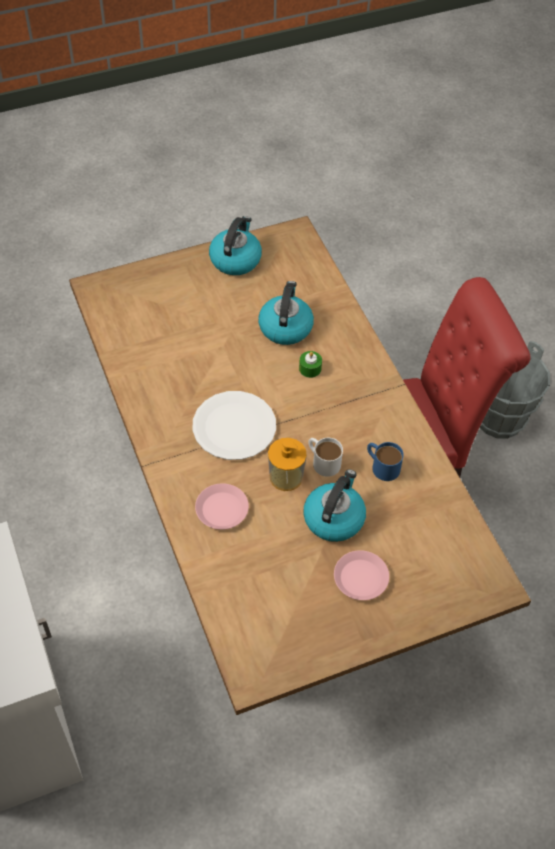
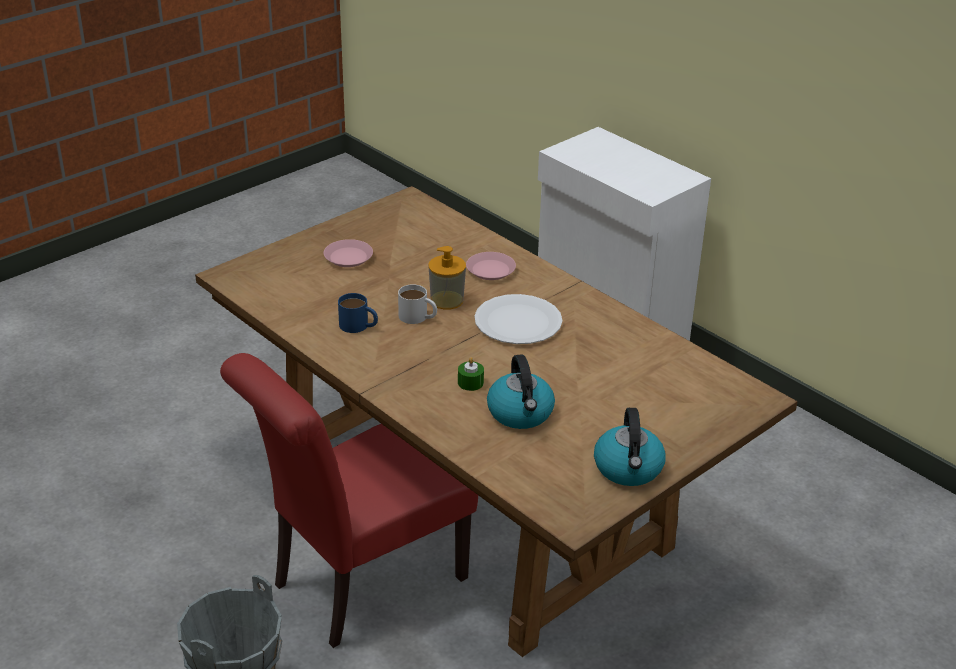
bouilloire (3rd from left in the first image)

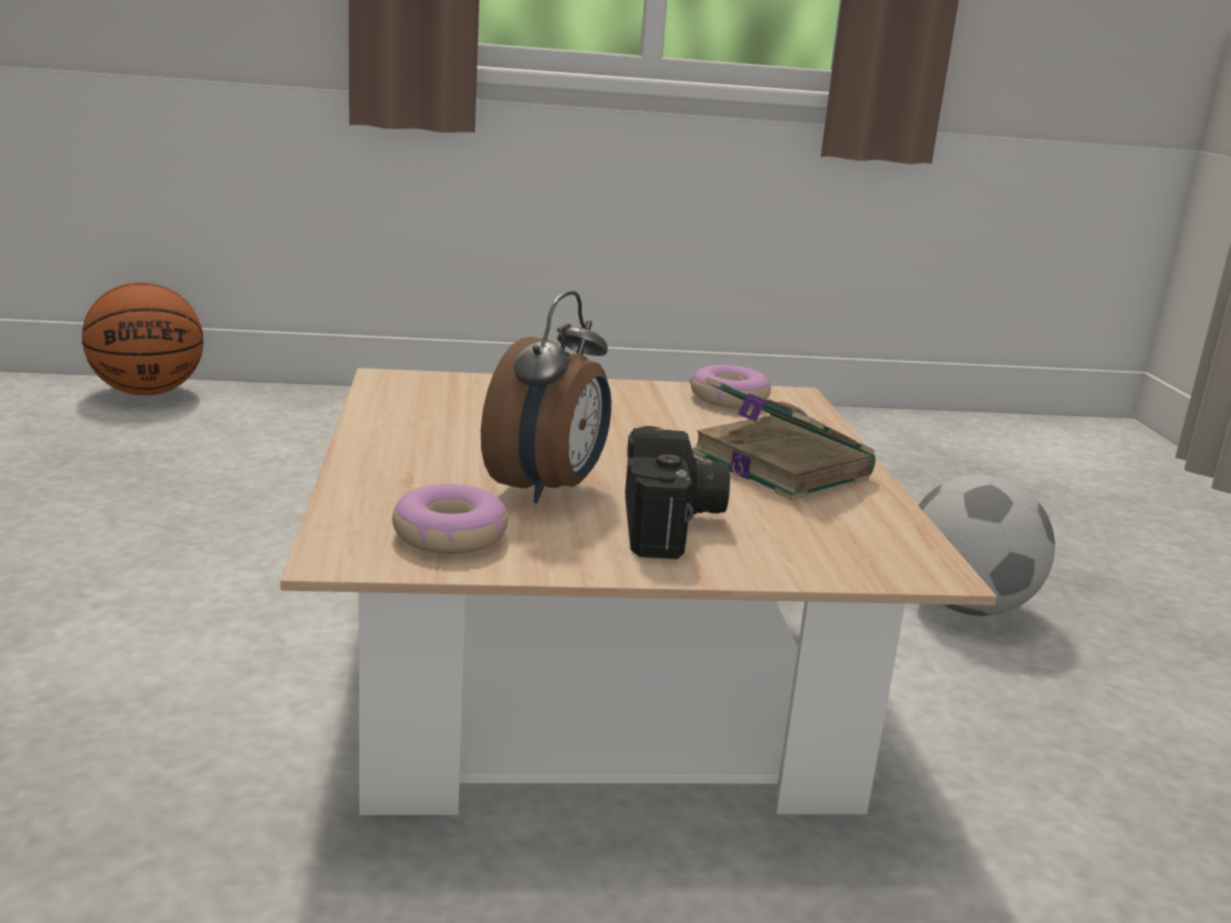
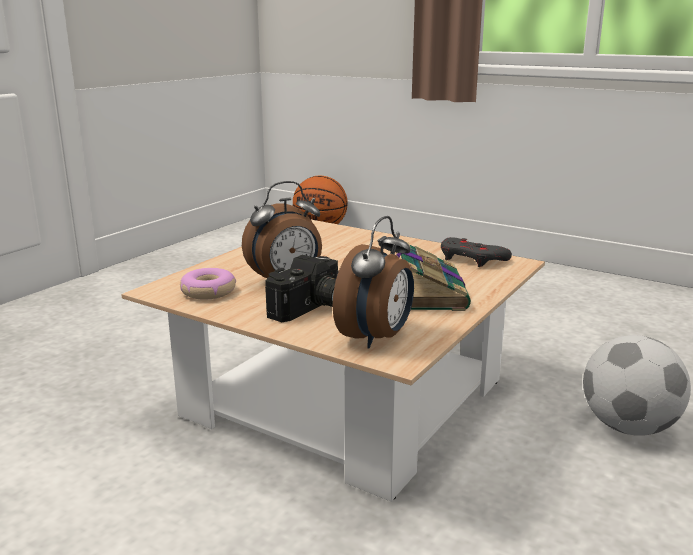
manette (gris)
réveil (2nd from left)

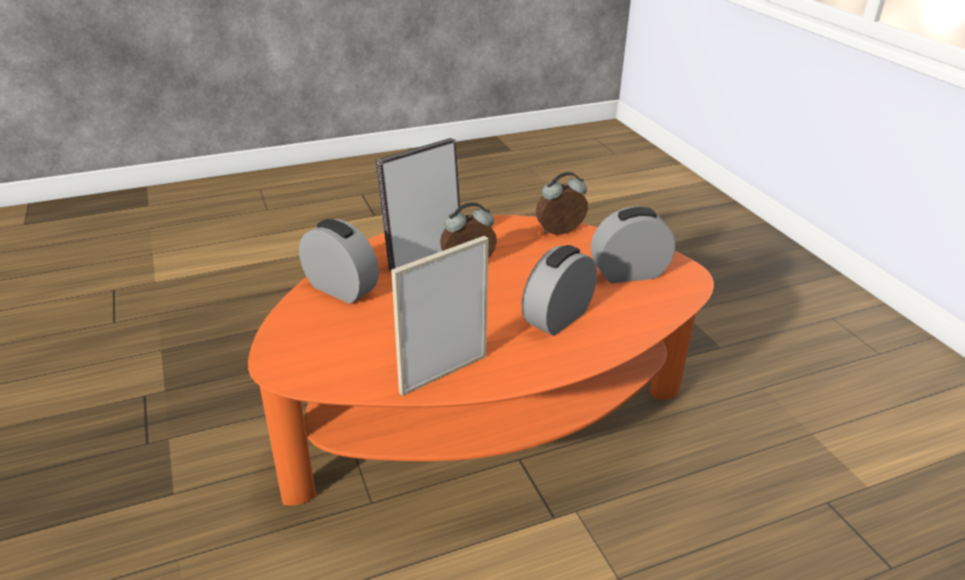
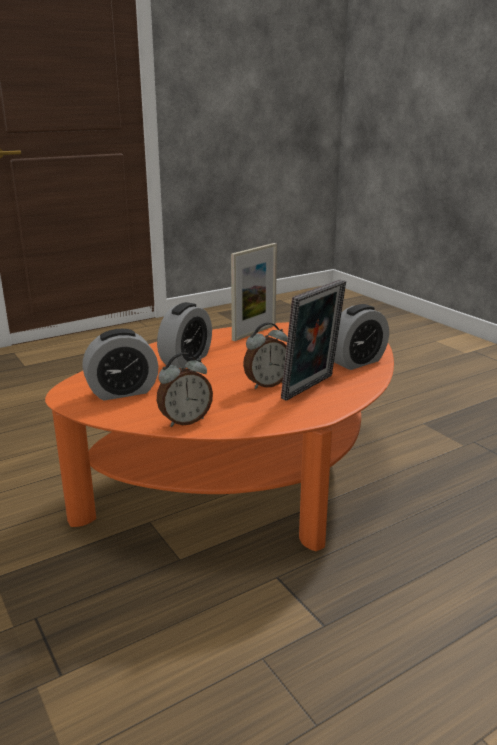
réveil (5th from left)

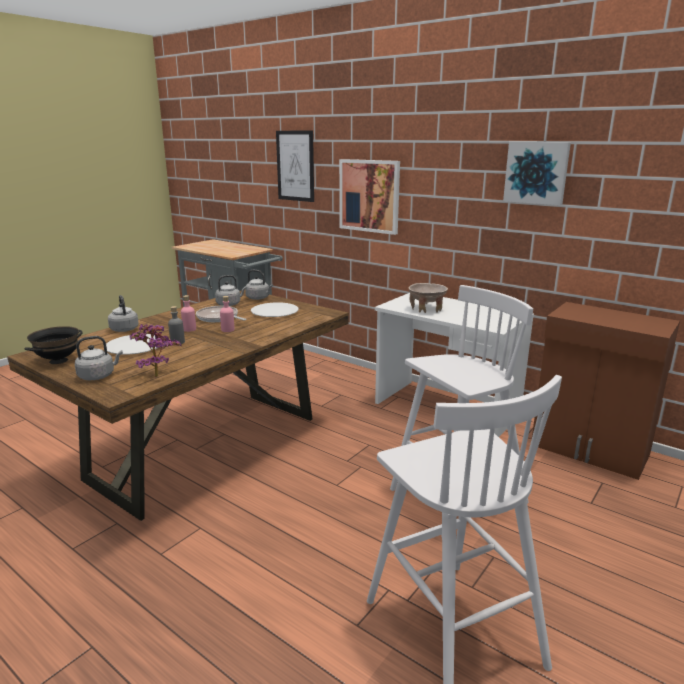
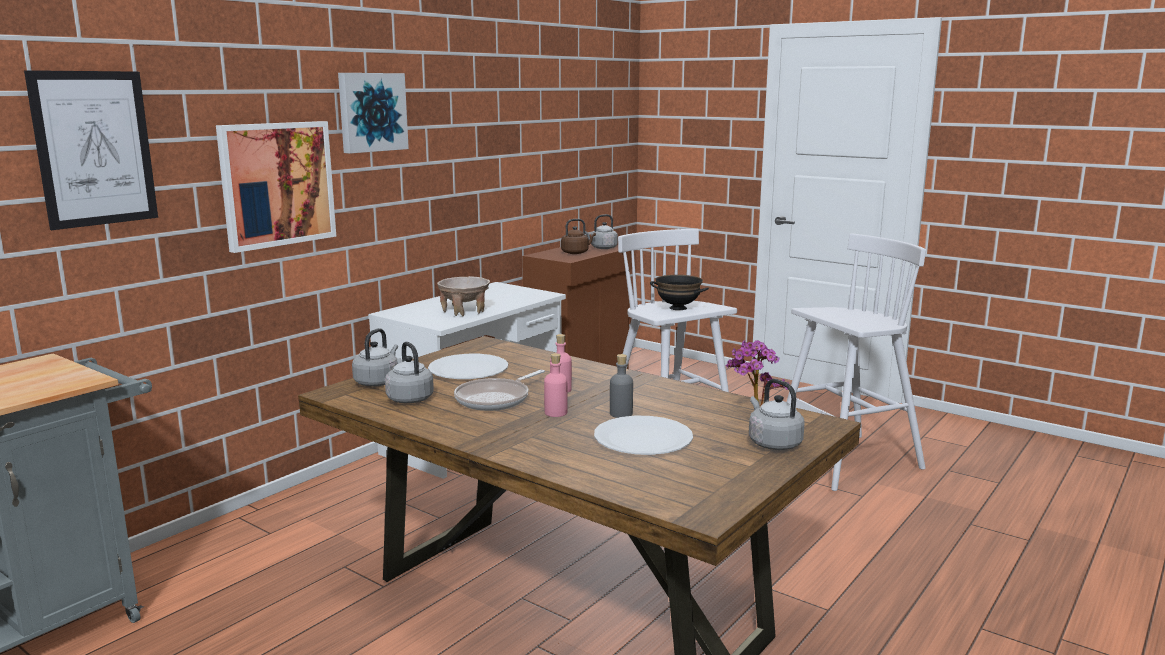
tableau (3rd from left)
bouilloire (gris) (3rd from left)
bol (noir)
bouilloire (marron)

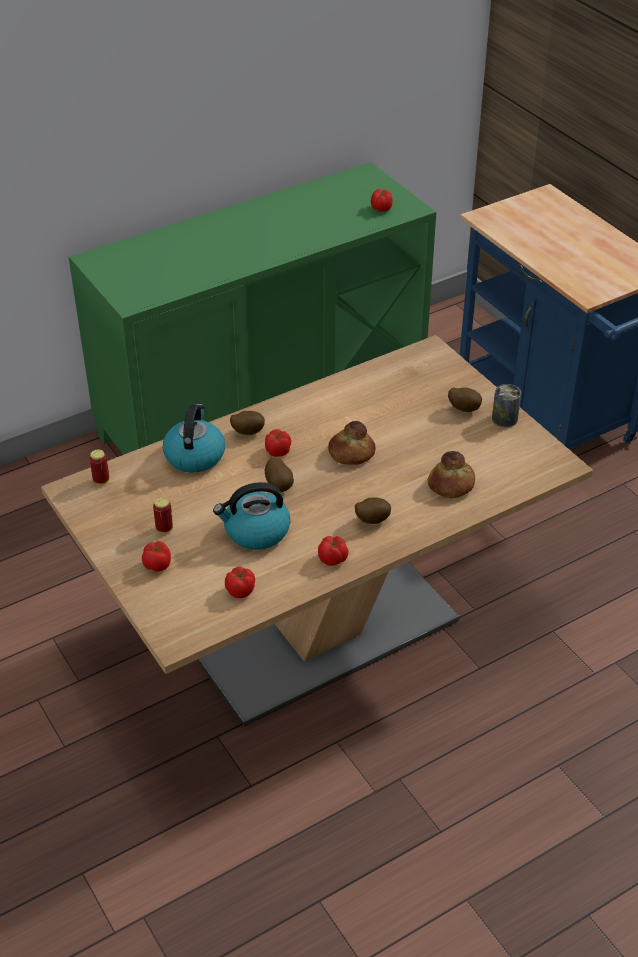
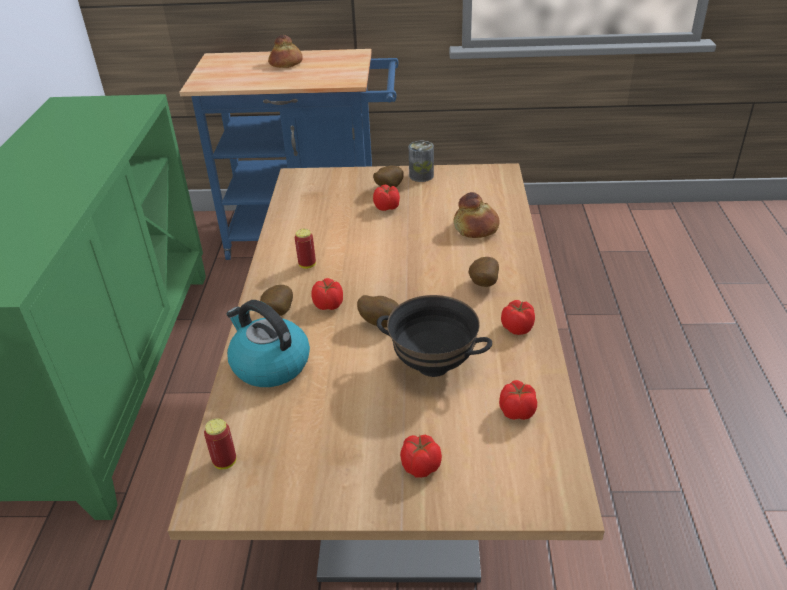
tomate (2nd from left)
pain (1st from left)
bol (noir)
boîte métallique (2nd from left)

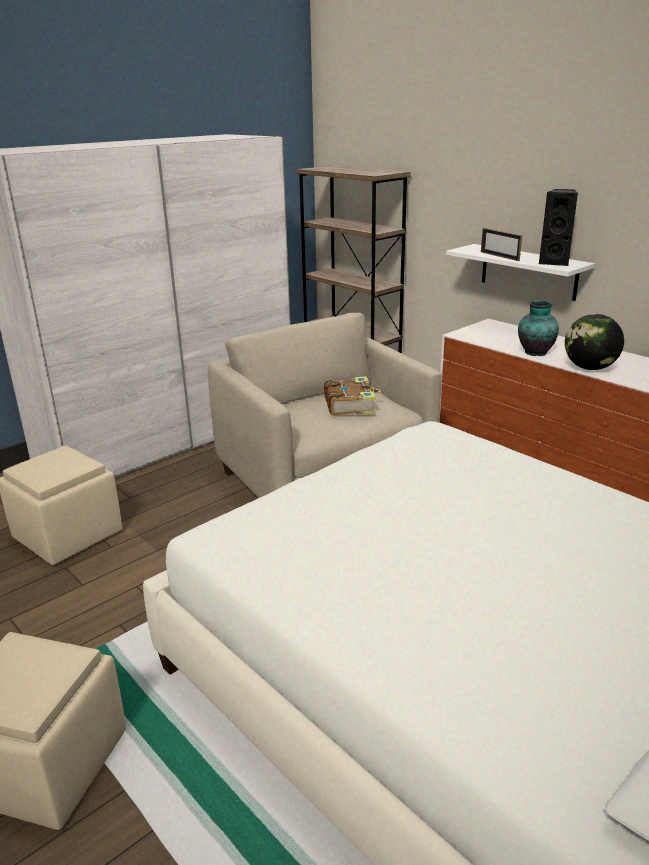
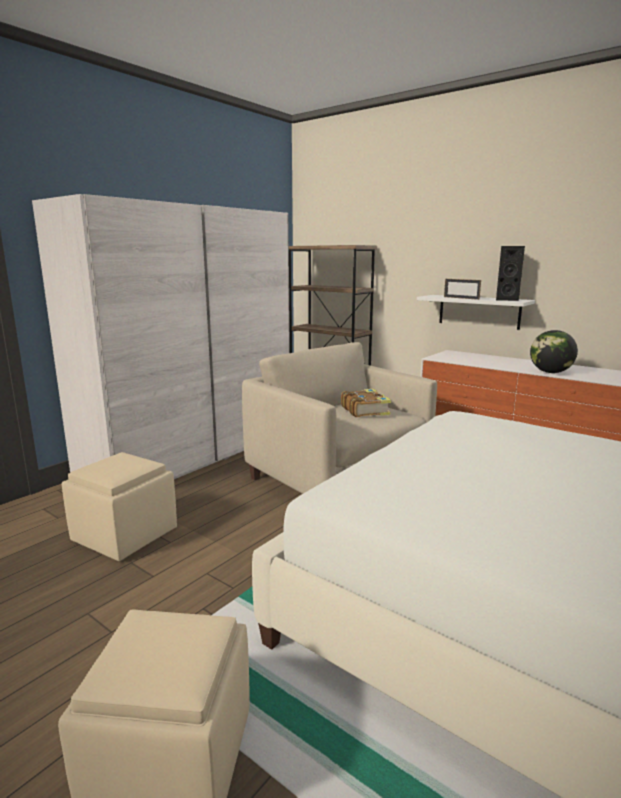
vase

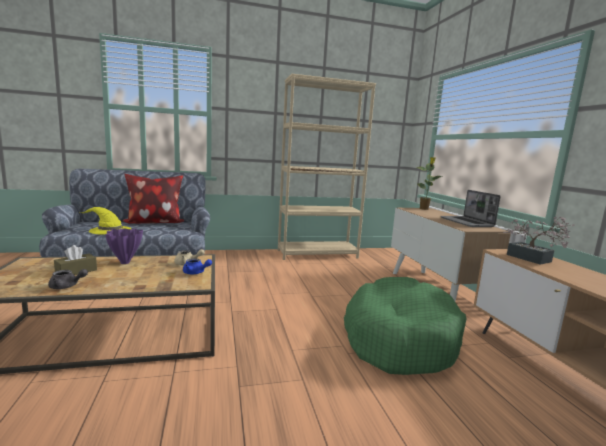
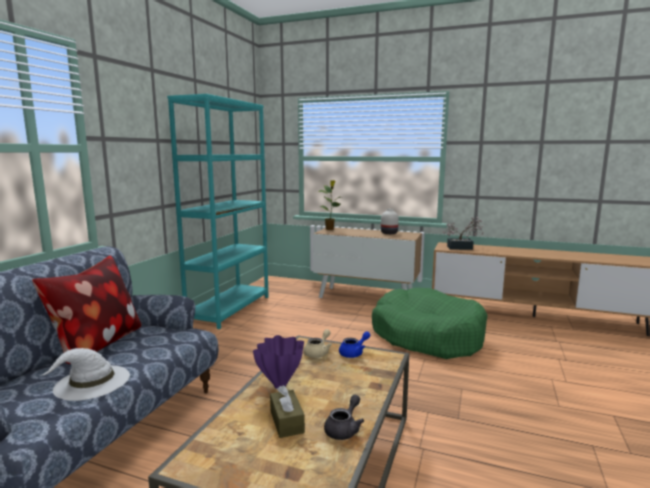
bibliothèque (turquoise)
vase (blanc)
chapeau (blanc)

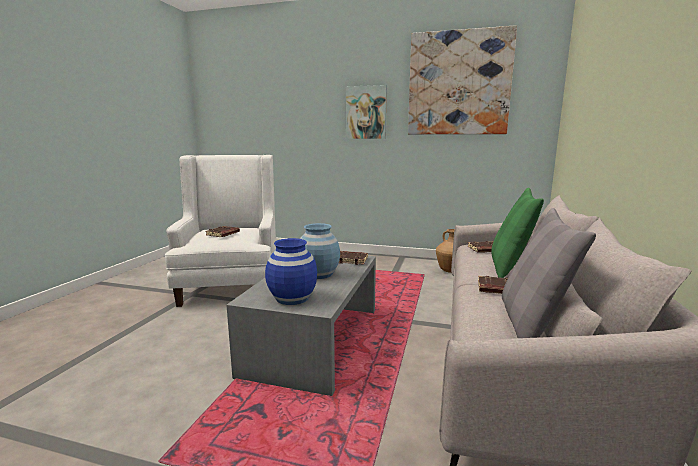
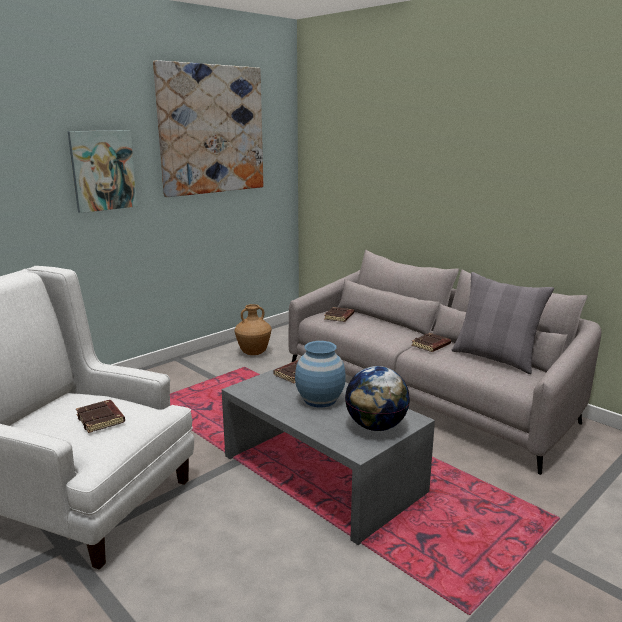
coussin (vert)
globe

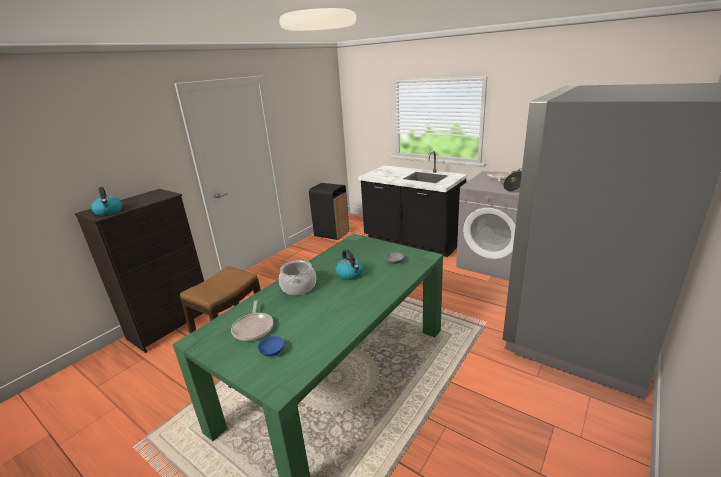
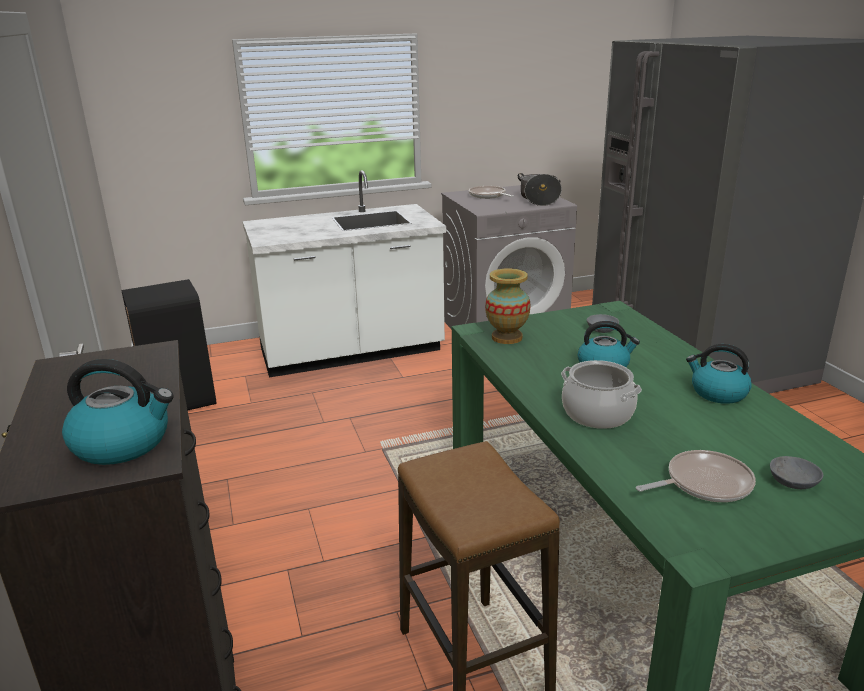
comptoir de cuisine (blanc)
poêle (2nd from left)
bol (gris) (2nd from left)
vase
bouilloire (3rd from left)

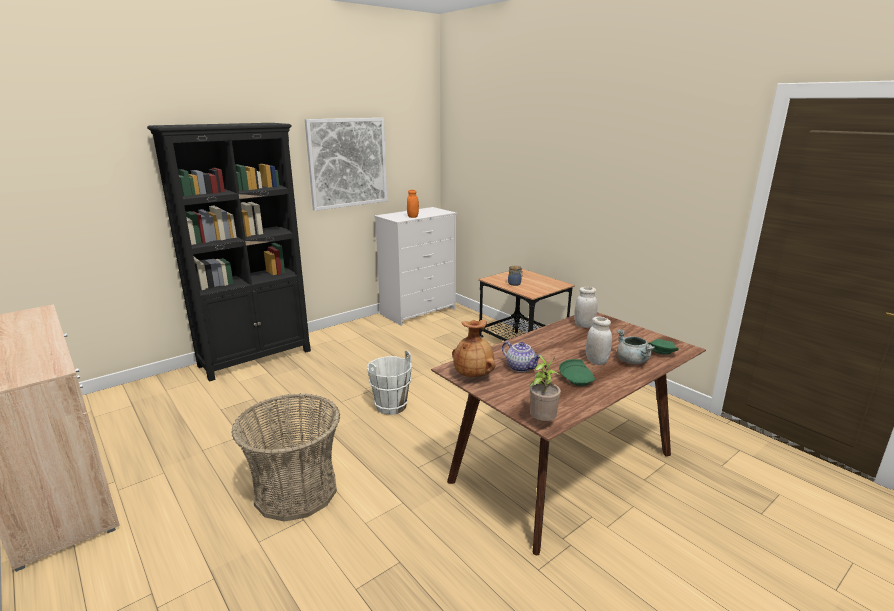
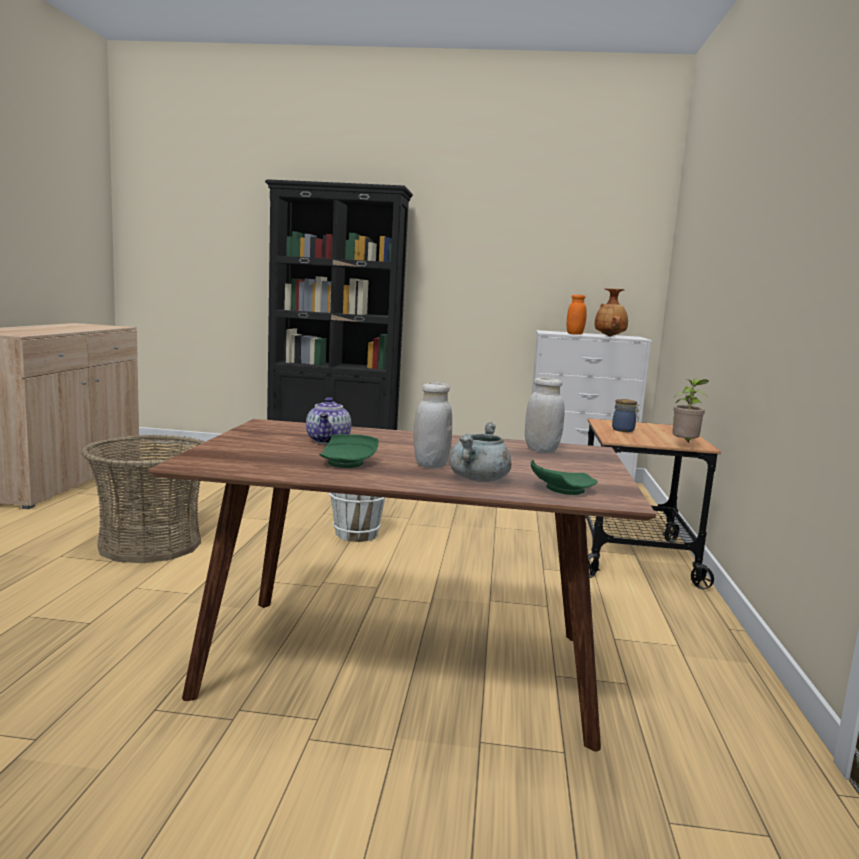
tableau
vase (marron)
plante en pot

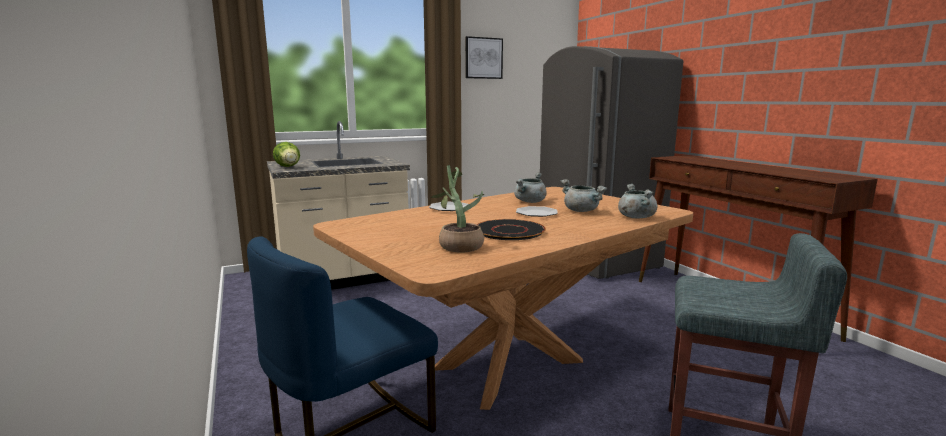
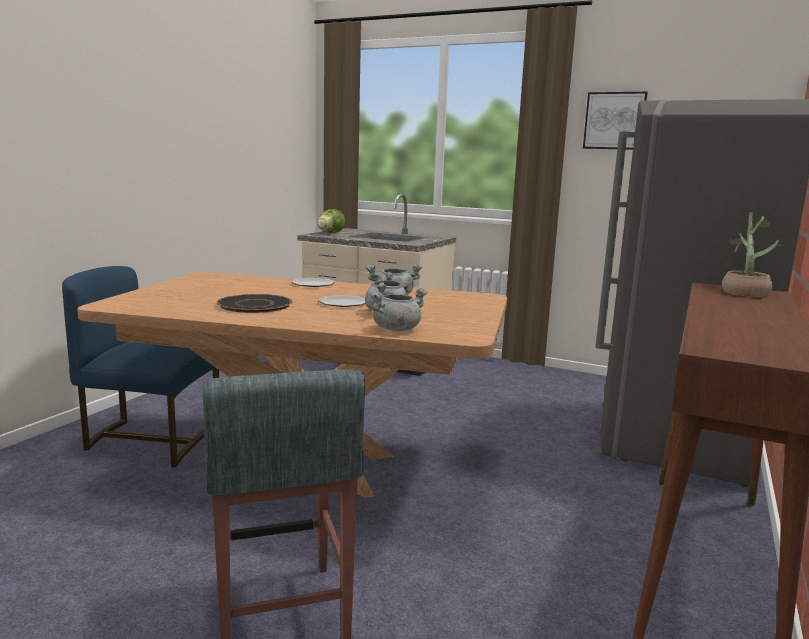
plante en pot

